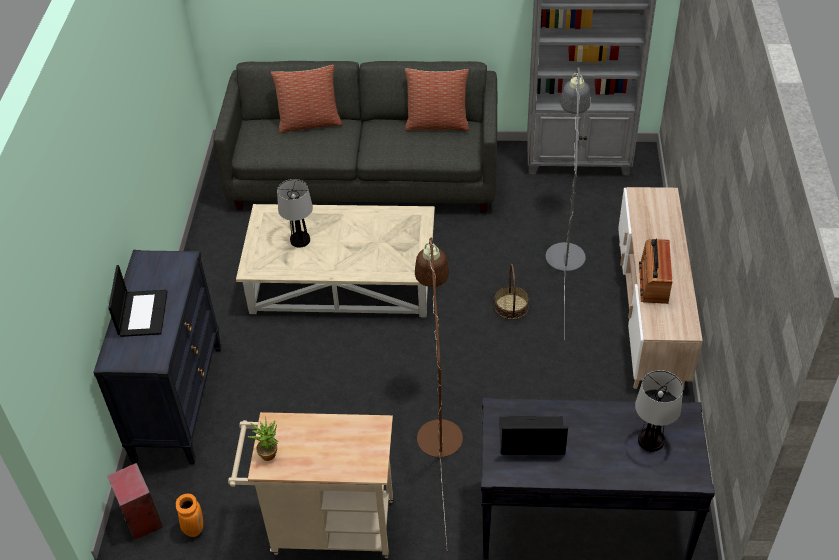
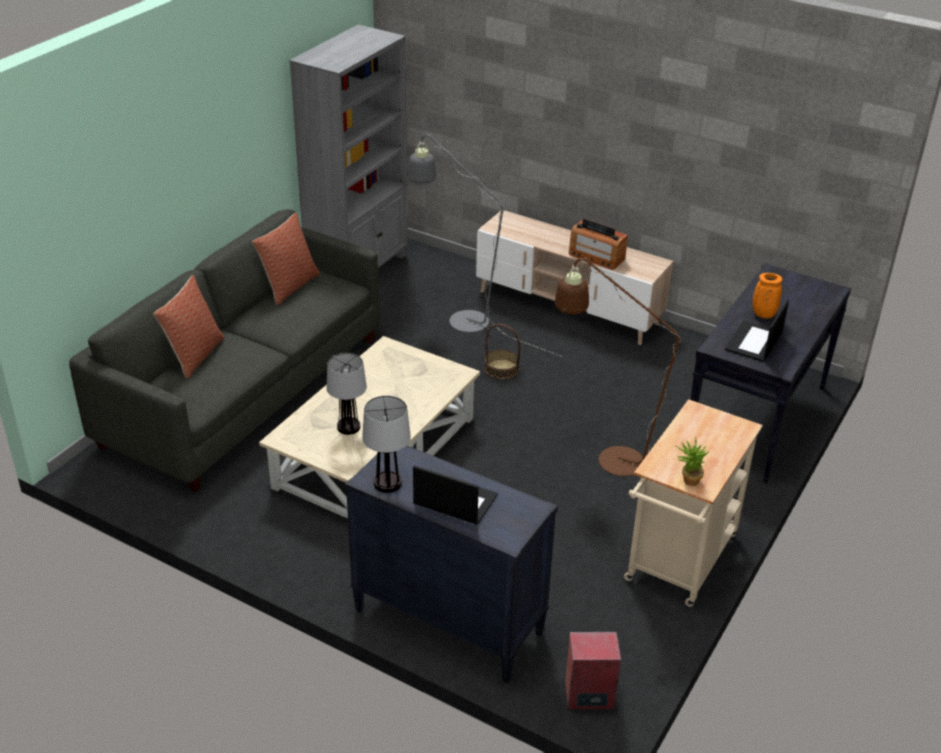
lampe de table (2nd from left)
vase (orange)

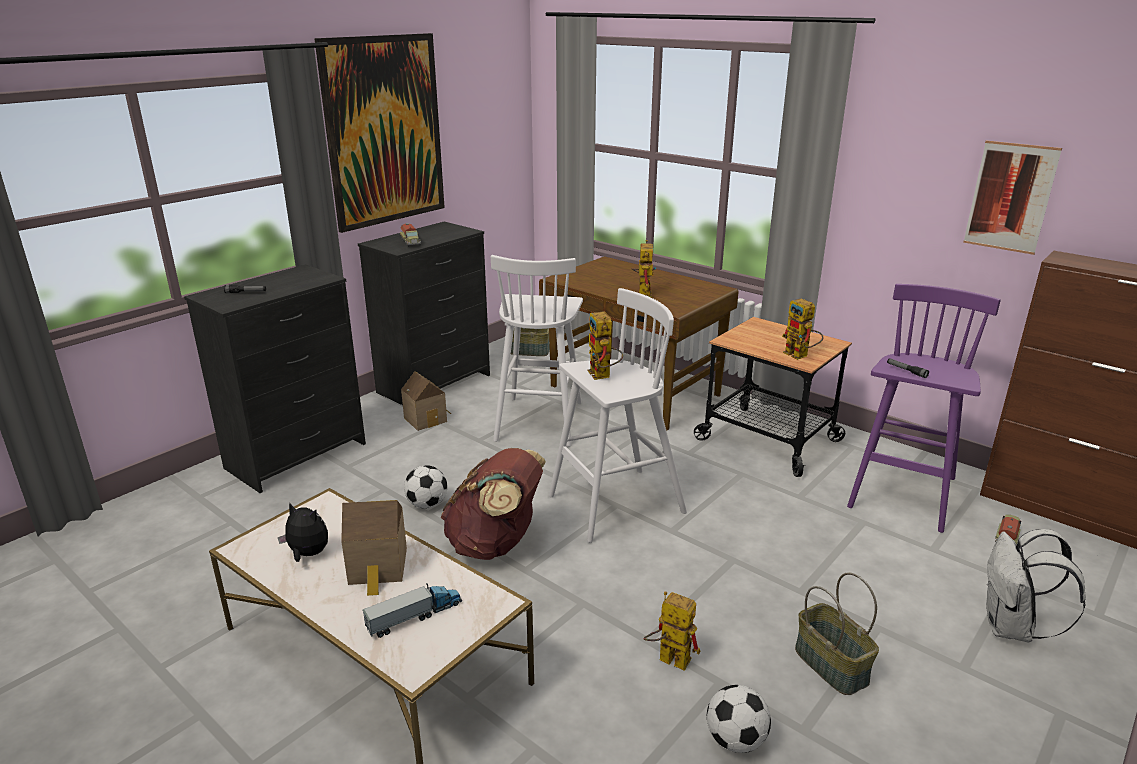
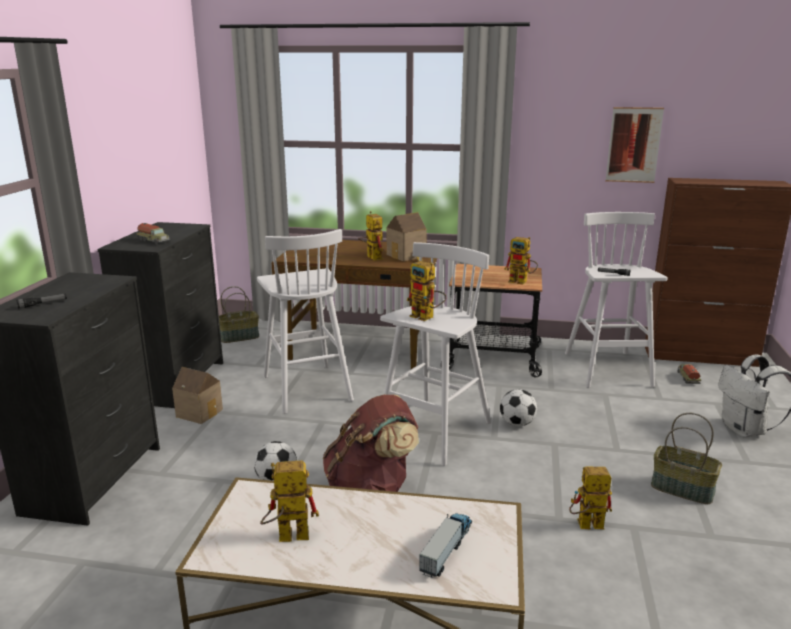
tableau (1st from left in the first image)
tabouret (blanc) (3rd from left)
maison miniature (2nd from left)
robot jouet (1st from left)
ballon de foot (2nd from left)

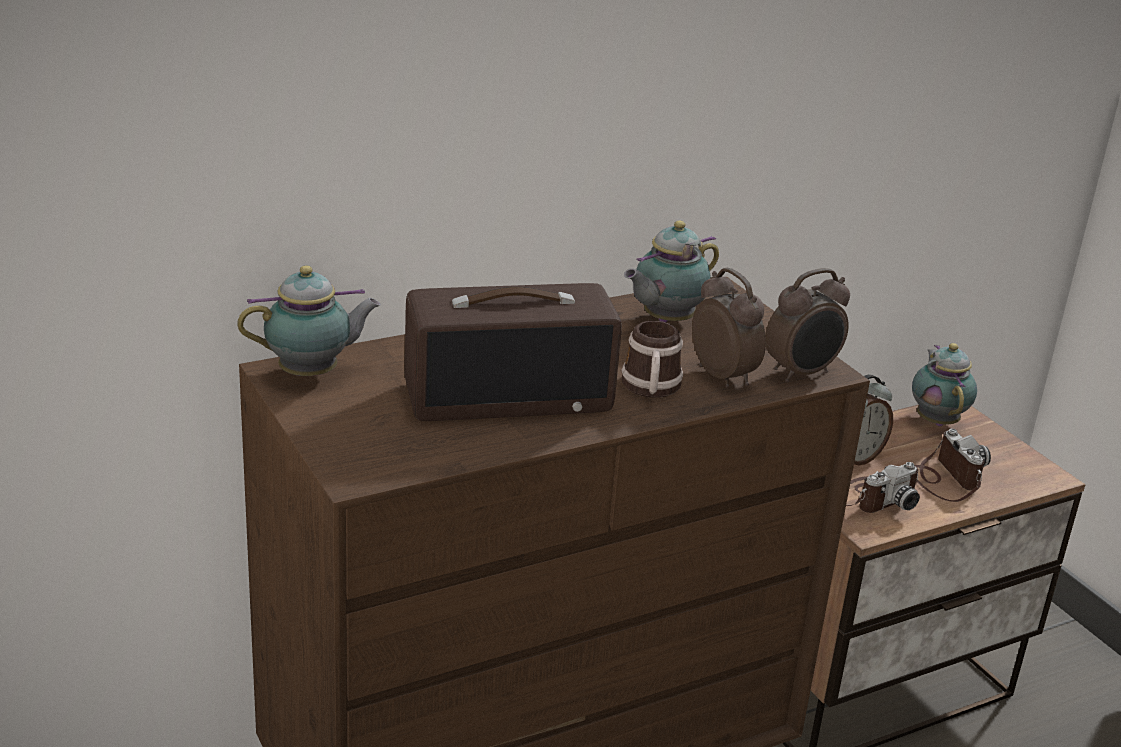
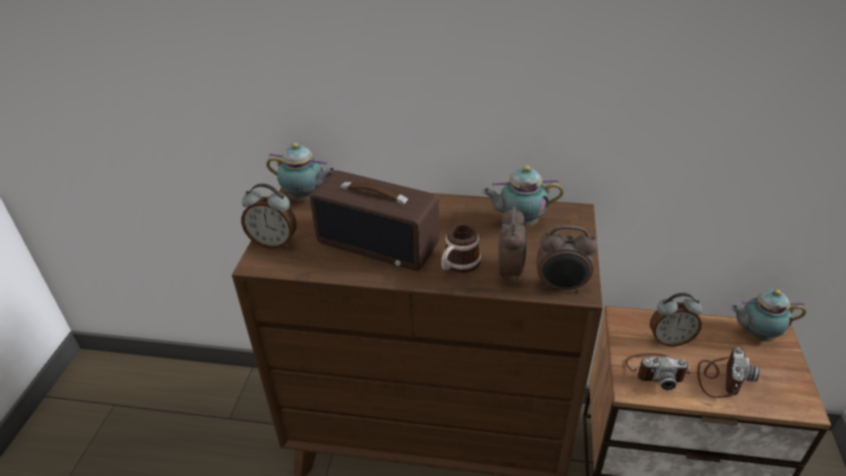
théière (3rd from left)
réveil (1st from left)

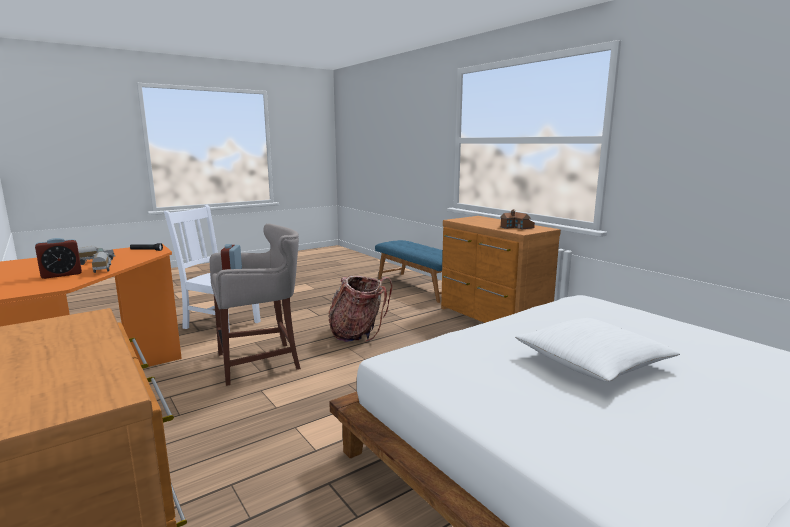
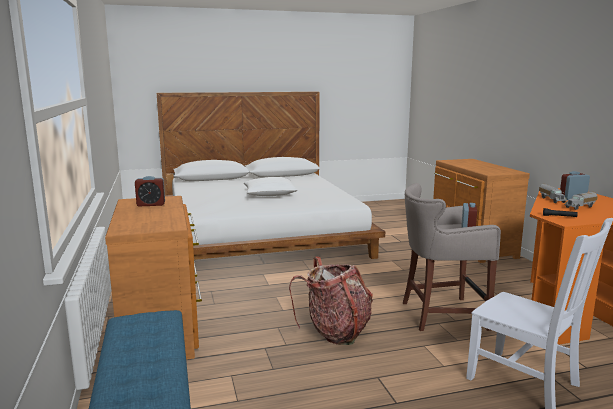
réveil (1st from left)

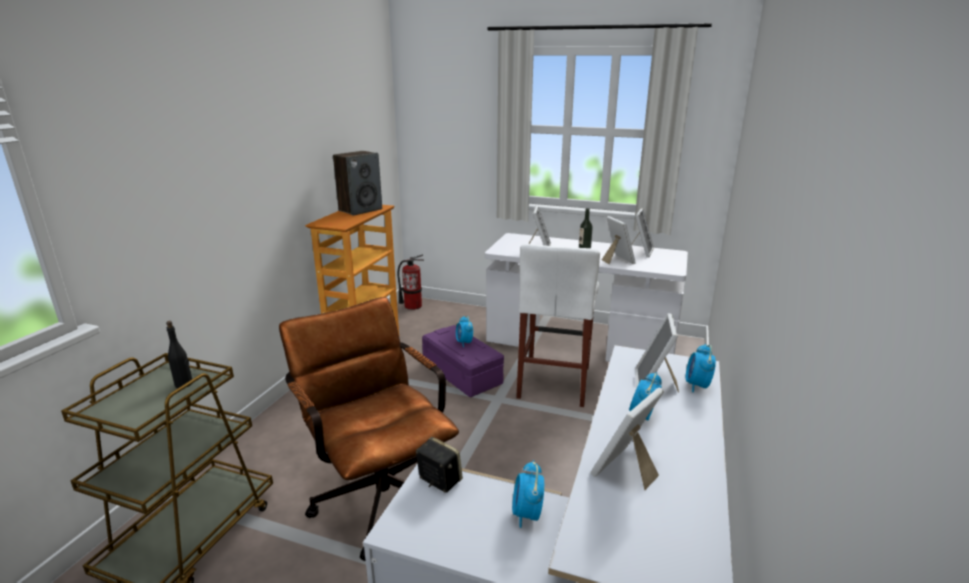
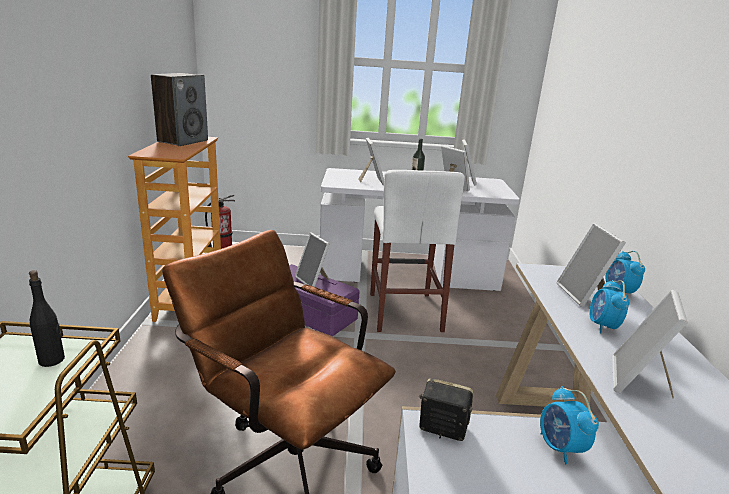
cadre photo (1st from left)

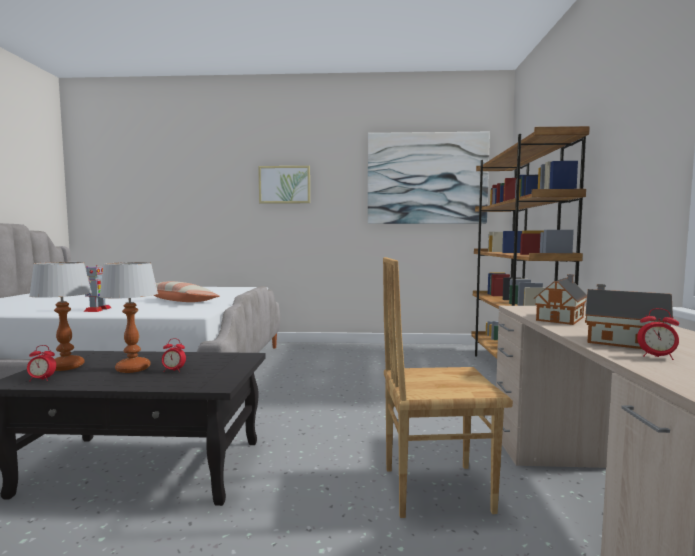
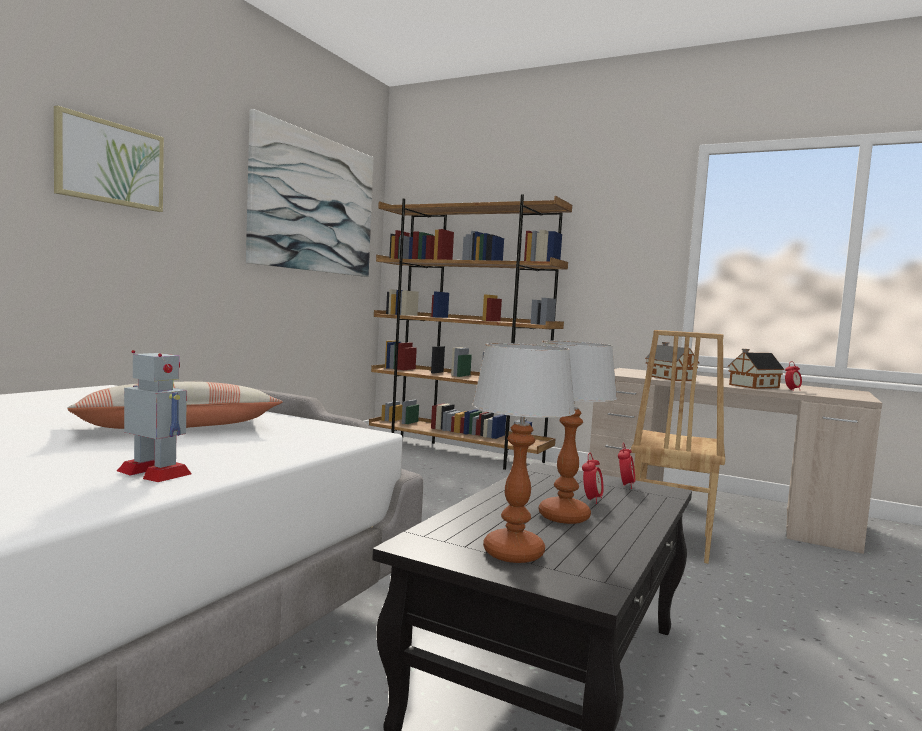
réveil (2nd from left)

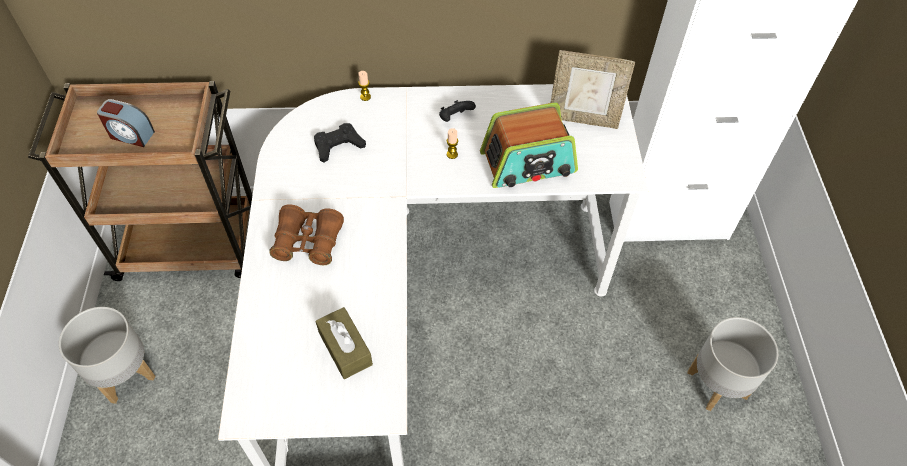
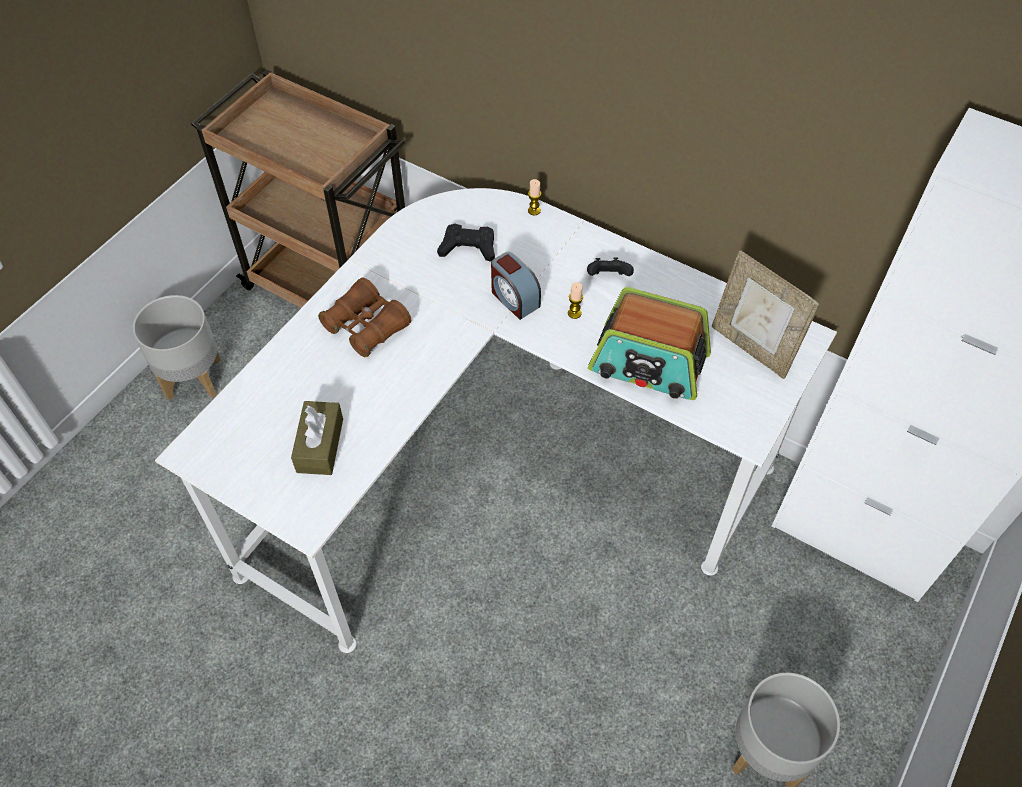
réveil

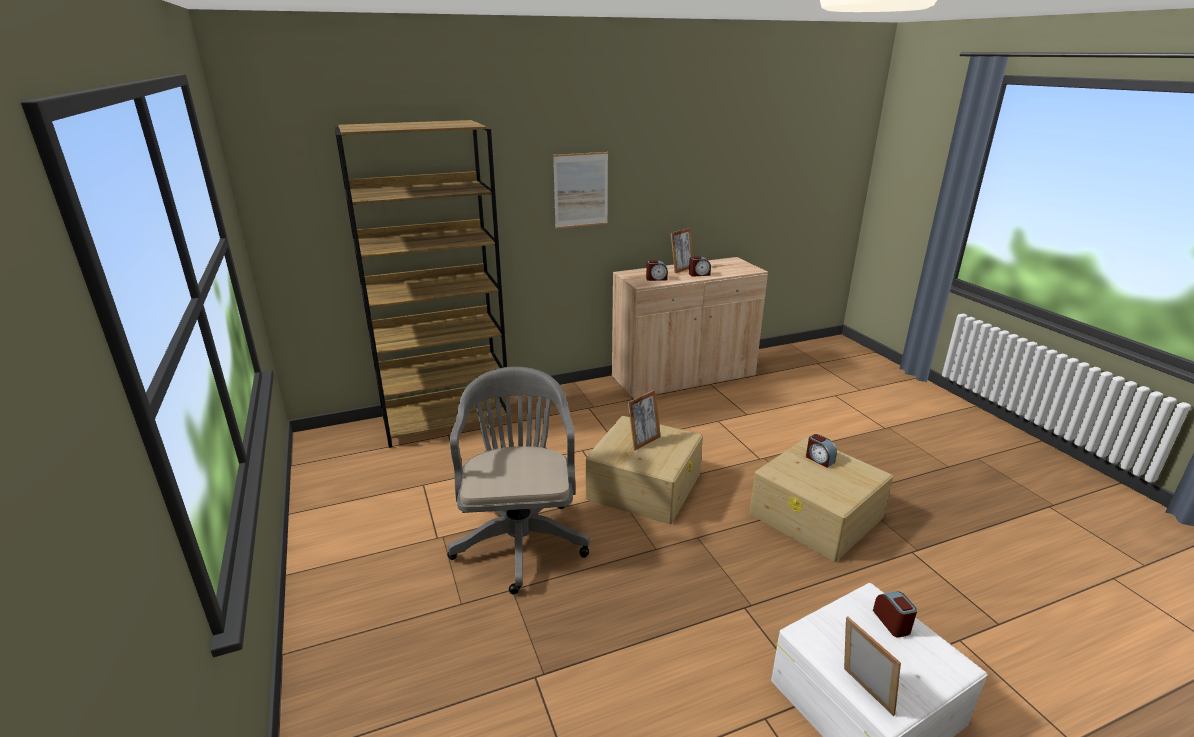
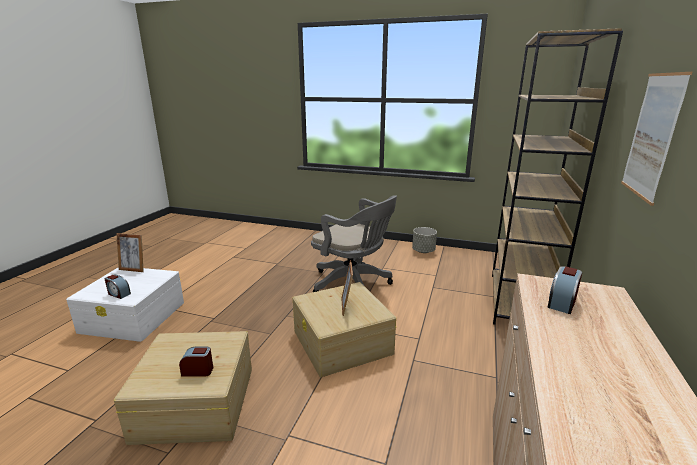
cadre photo (2nd from left in the first image)
réveil (2nd from left in the first image)
cache-pot (gris)

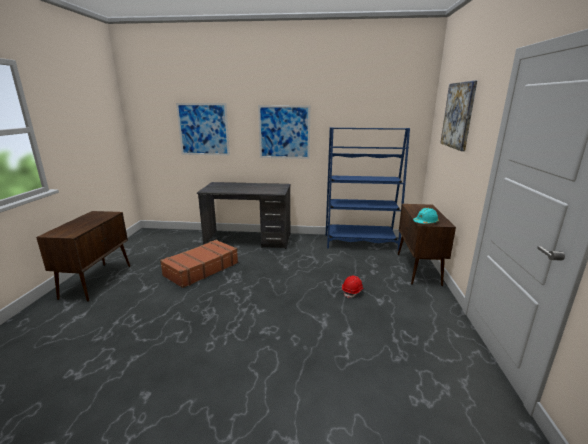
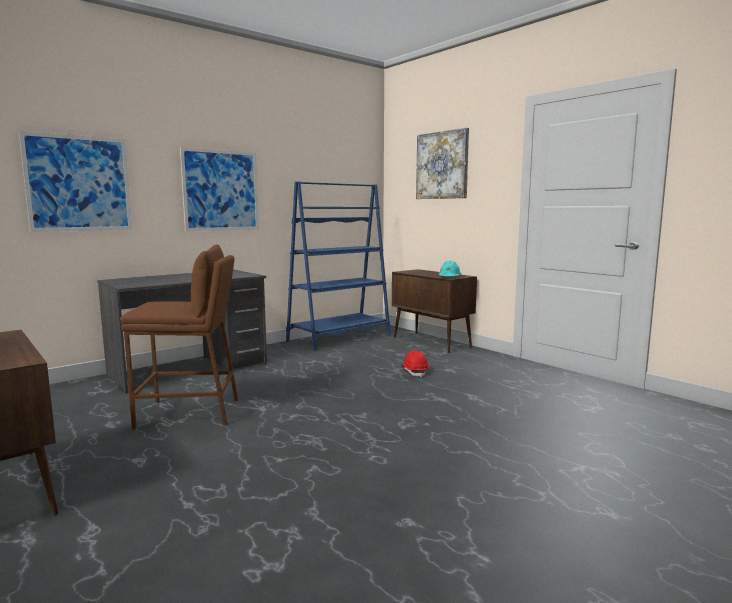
tabouret (marron)

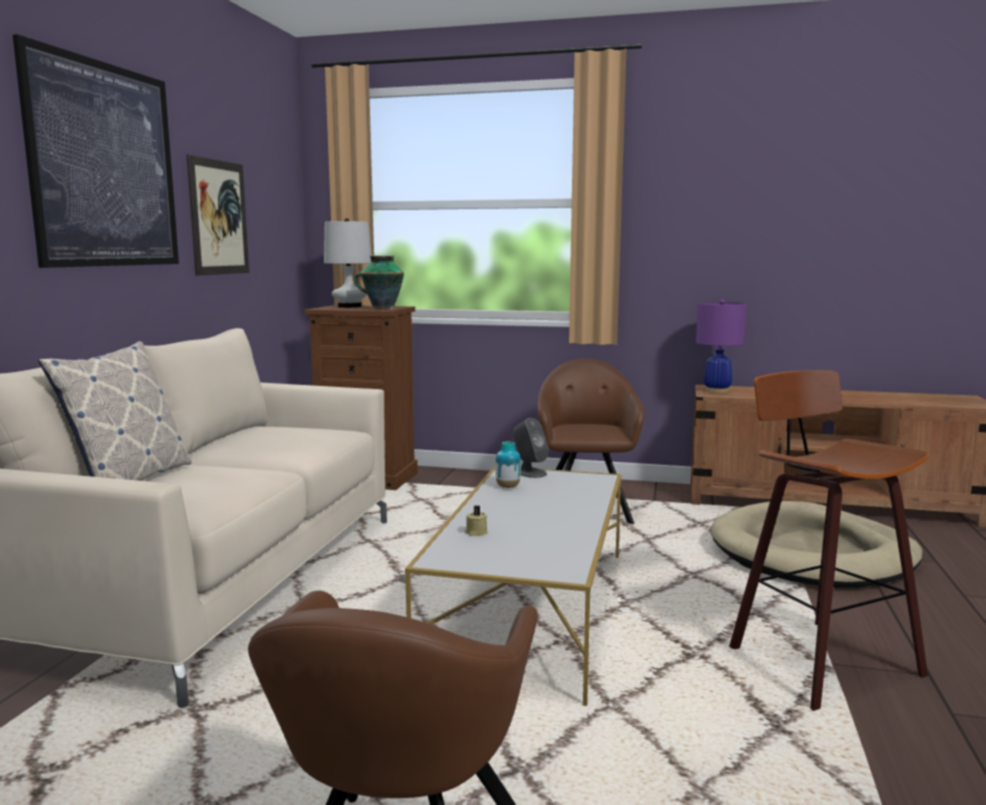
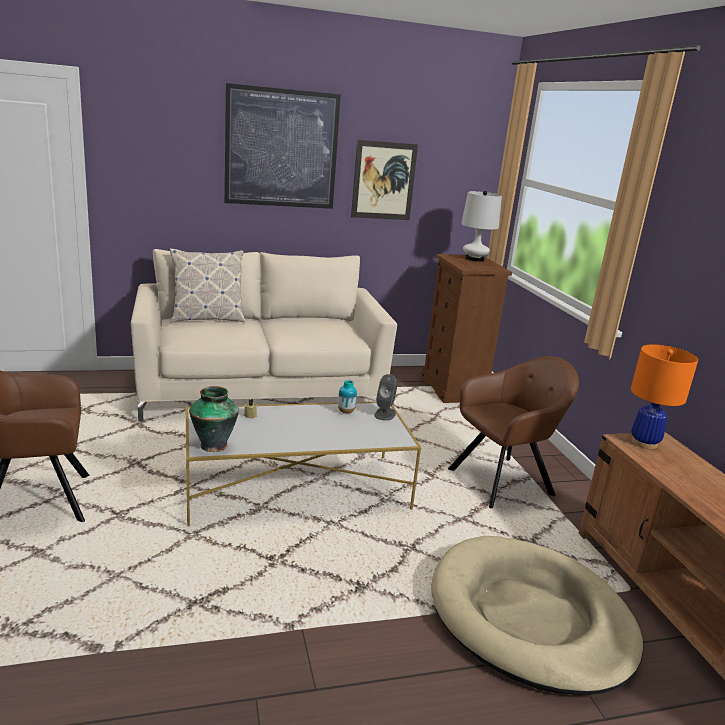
vase (1st from left)
lampe de table (orange)
tabouret

